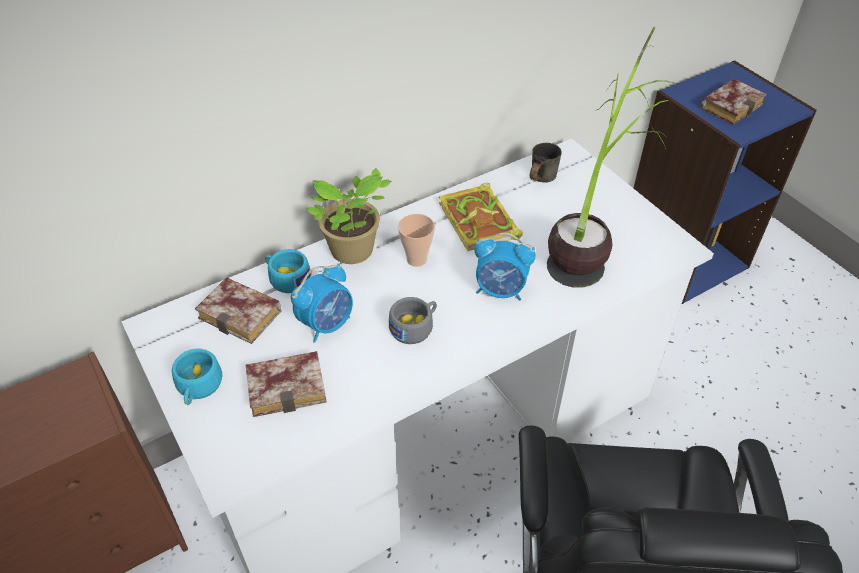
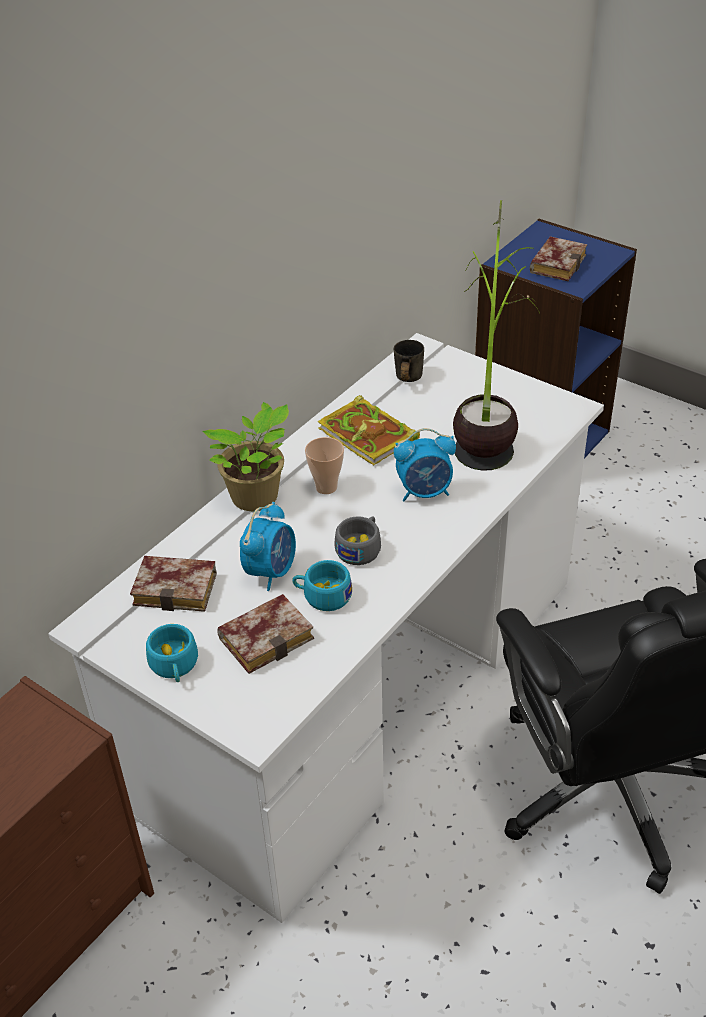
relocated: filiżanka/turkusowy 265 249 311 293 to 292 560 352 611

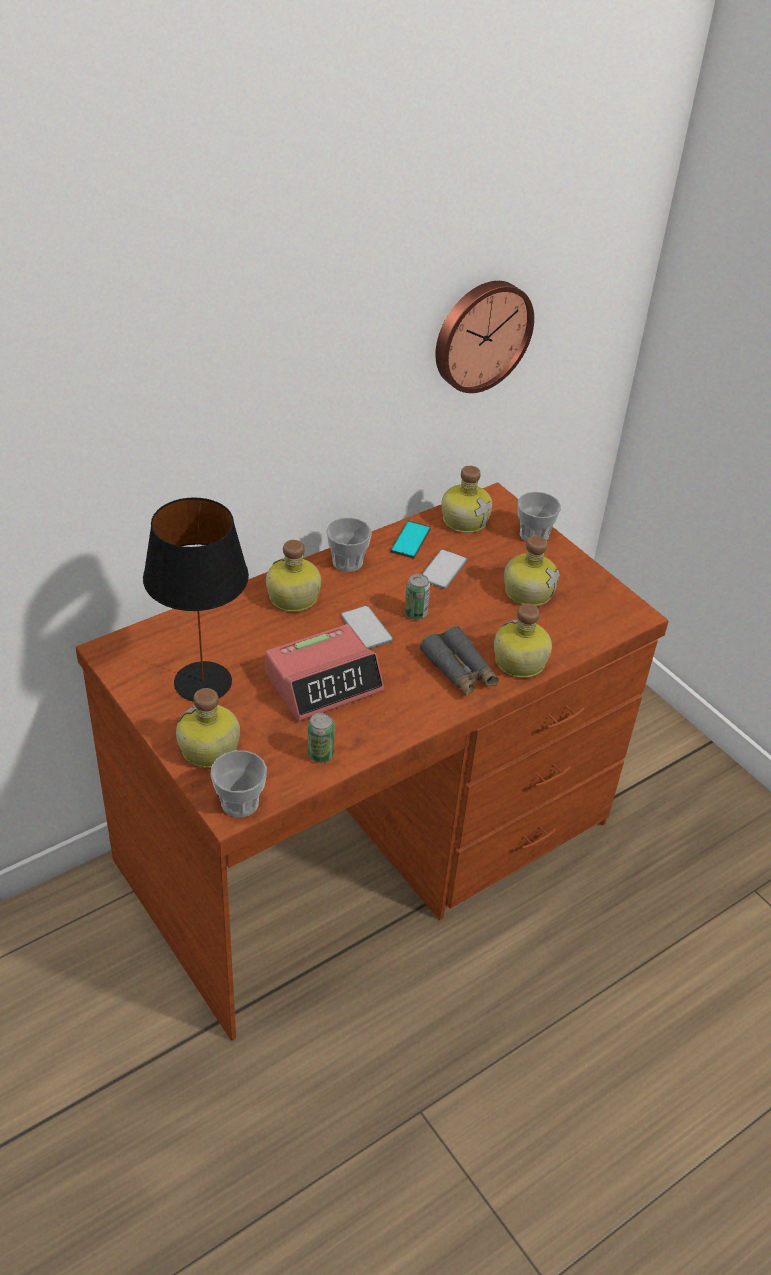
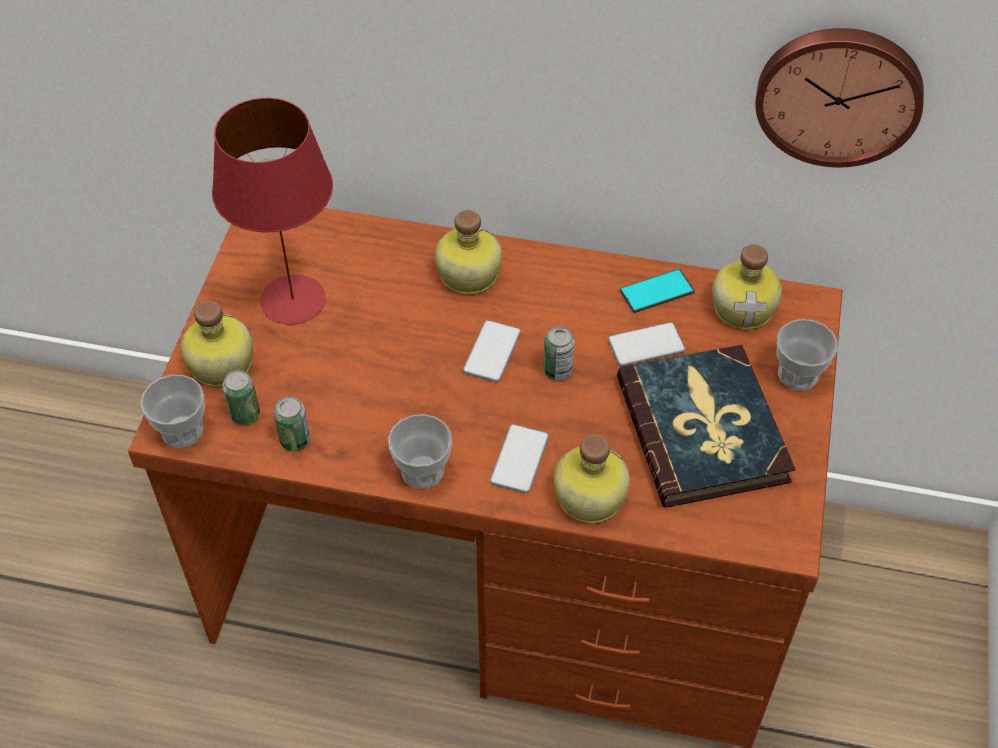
missing: budzik 265 624 384 721
appeared: puszka 222 370 260 425
relocated: filiżanka 326 517 372 572 to 388 414 452 489
exchanged: lornetka/szary 420 626 499 696 to telefon 490 424 549 493; butelka 504 536 560 606 to książka 617 345 795 508
colour: lampa stołowa/czarny 143 497 249 702 to lampa stołowa/czerwony 212 98 333 325

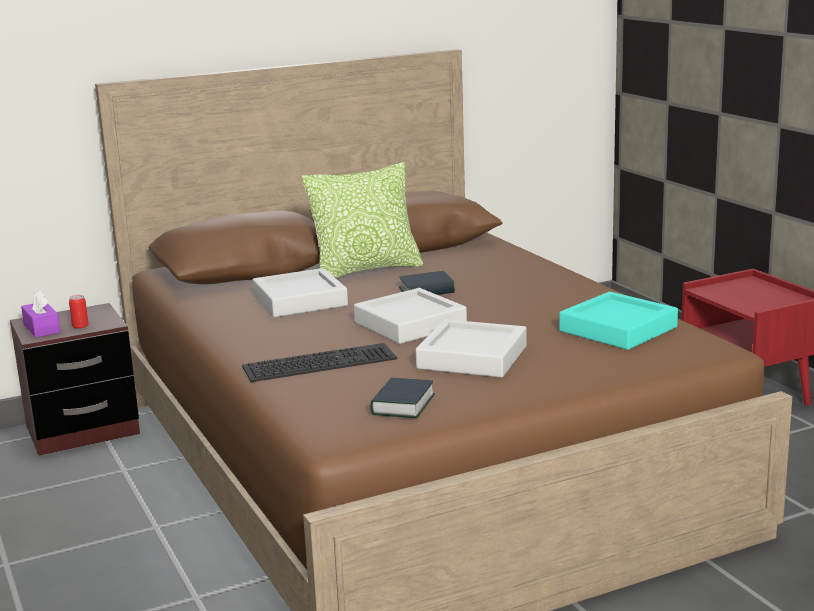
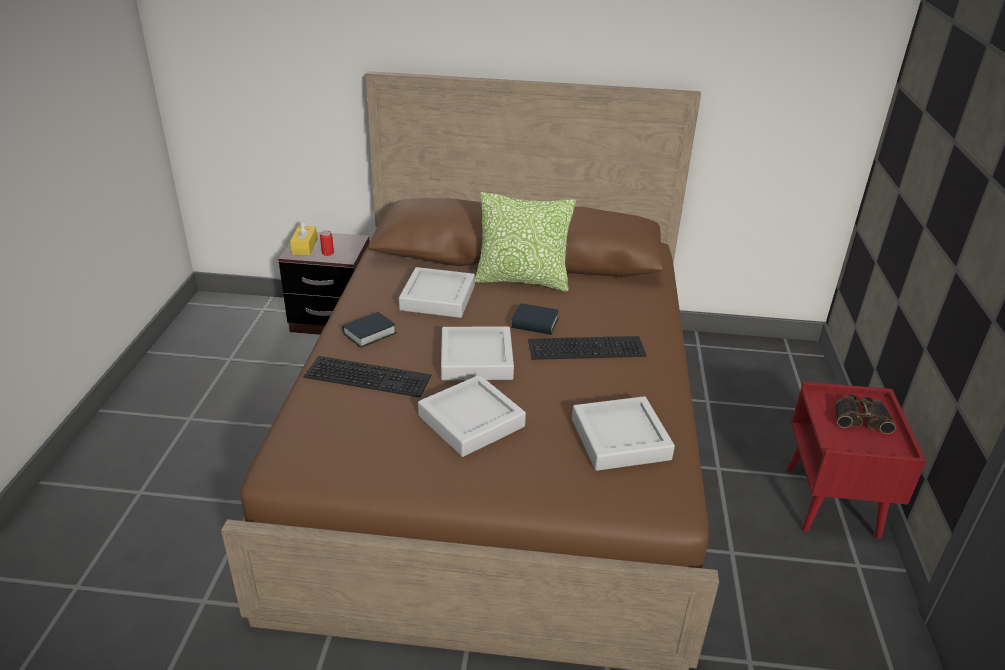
appeared: klawiatura 528 336 647 360; lornetka 835 395 896 434
relocated: książka 370 378 435 418 to 342 312 396 348
colour: pudełko chusteczek/fioletowy 21 290 60 338 to pudełko chusteczek/żółty 290 220 317 255; taca/turkusowy 559 292 678 350 to taca/szary 572 396 675 471

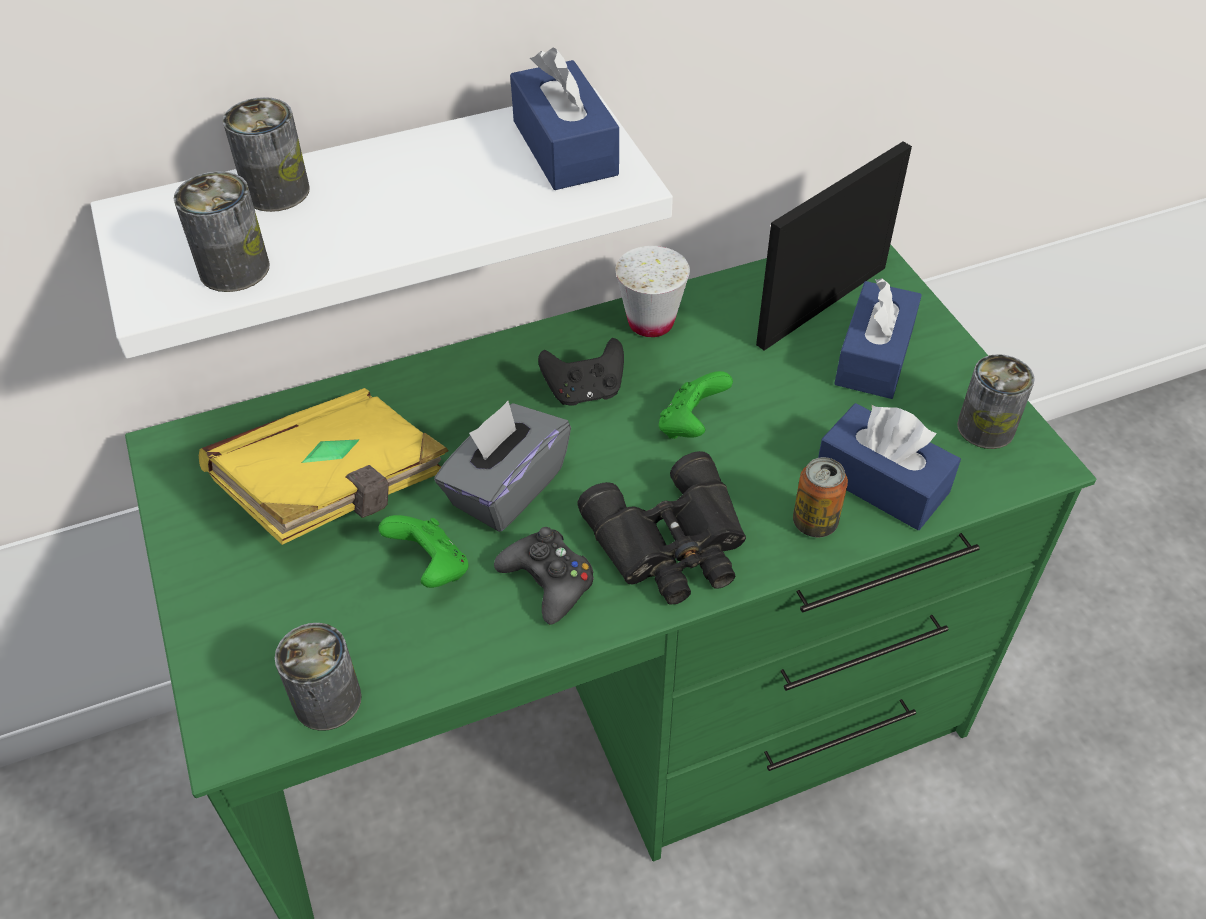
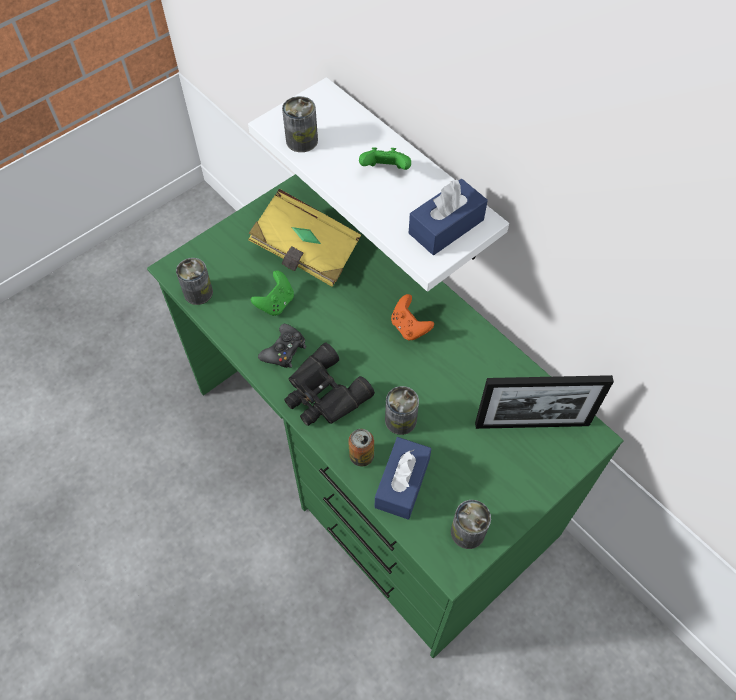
missing: pudełko chusteczek/szary 434 401 571 532; filiżanka/biały 616 246 690 337; pudełko chusteczek/niebieski 834 278 922 399
relocated: pad do gier/zielony 659 371 733 439 to 359 147 411 170; puszka 223 97 310 212 to 385 386 419 435
colour: pad do gier/czarny 538 338 624 406 to pad do gier/pomarańczowy 391 294 434 341
spun: ramka na zdjęcie 756 142 912 351 = 475 375 614 429 150 degrees clockwise

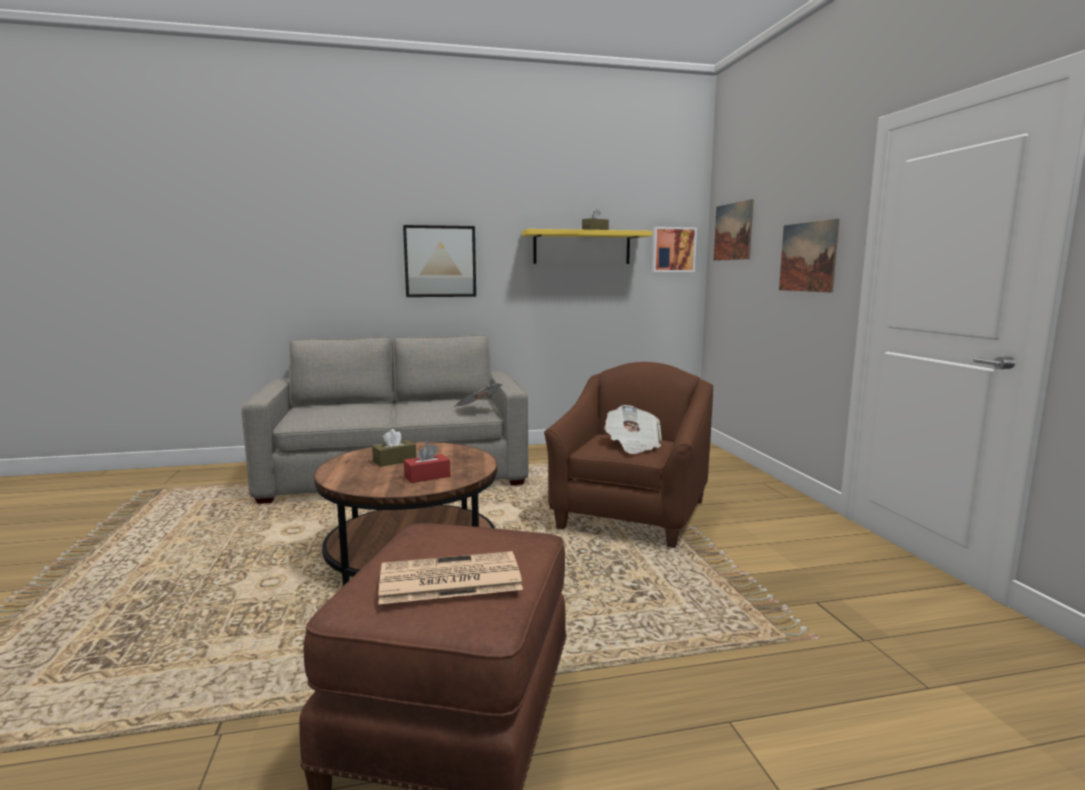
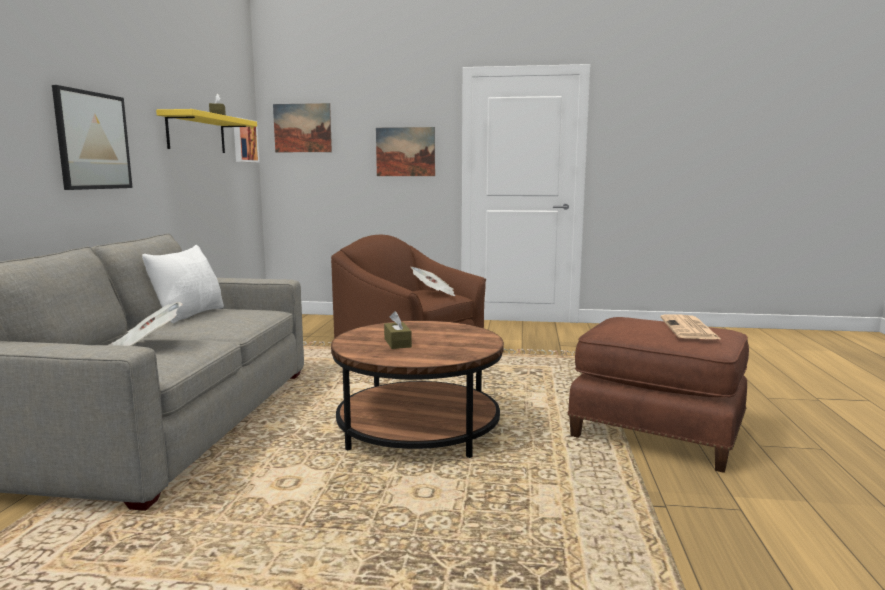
missing: pudełko chusteczek/czerwony 404 443 451 483
appeared: poduszka/biały 142 245 224 323
relocated: gazeta 454 383 503 407 to 109 302 183 346

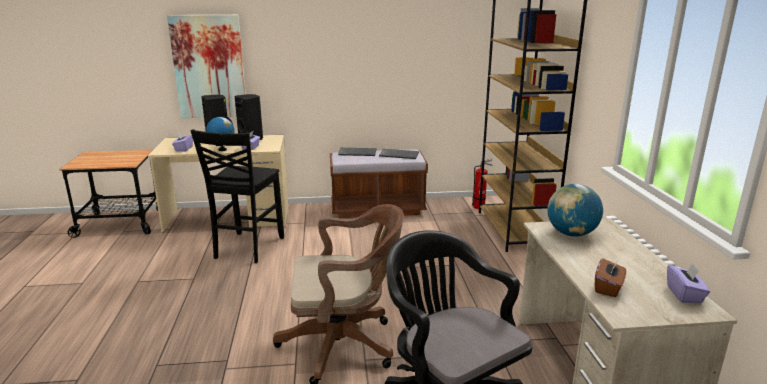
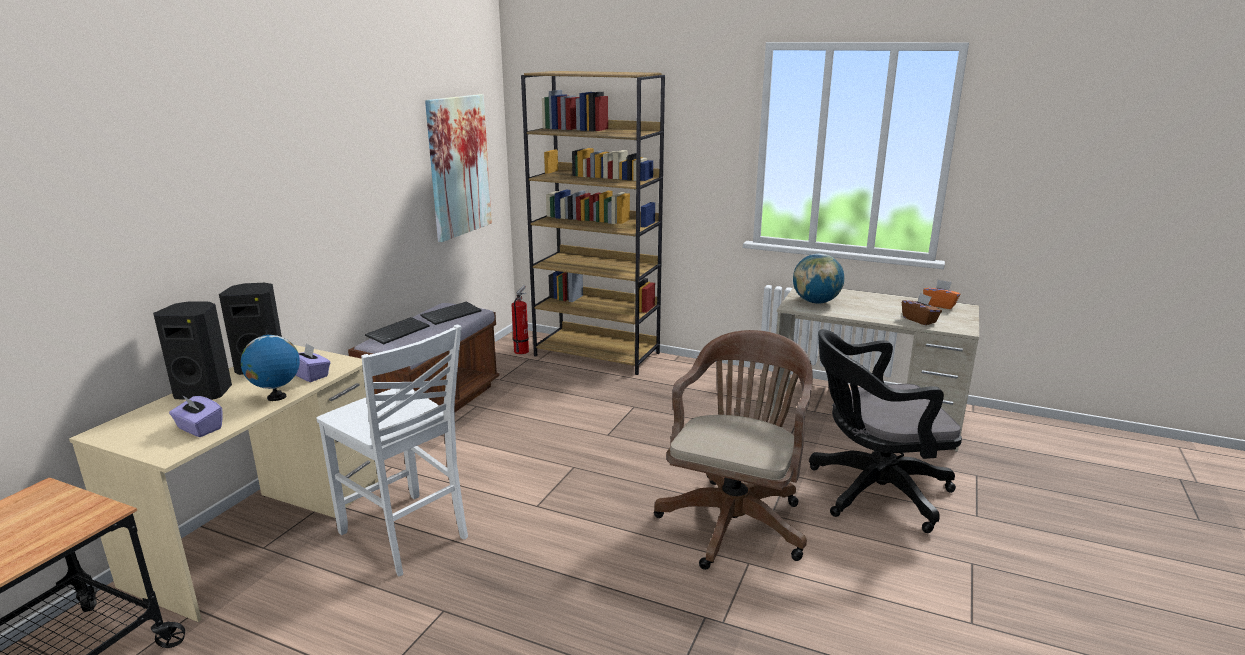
relocated: obraz 167 15 246 118 to 425 94 492 242
colour: krzesło/czarny 191 129 284 263 to krzesło/biały 316 324 468 576; pudełko chusteczek/fioletowy 667 263 710 303 to pudełko chusteczek/pomarańczowy 923 280 960 309

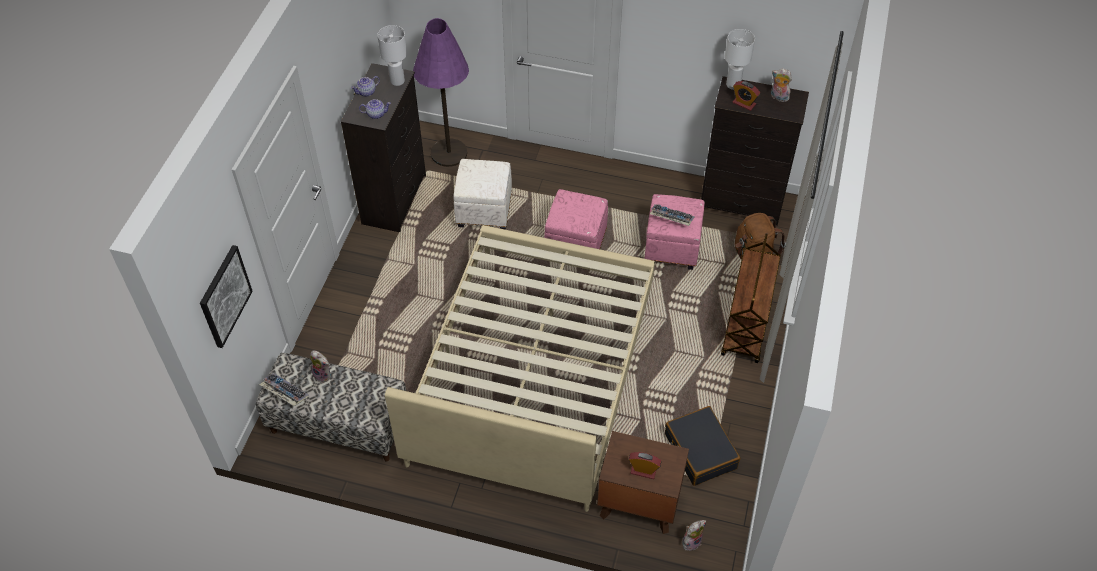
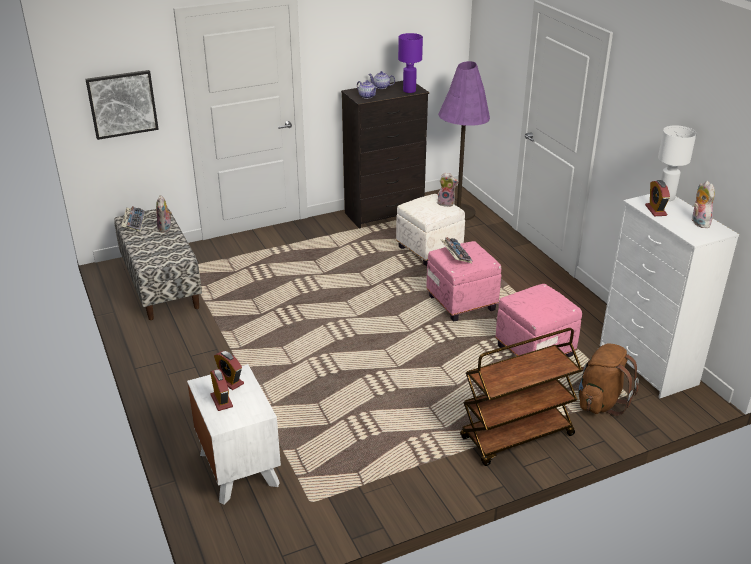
missing: łóżko/beżowy 385 225 655 512; walizka/czarny 665 406 740 486
appeared: budzik 214 351 244 390
relocated: pluszak 682 520 706 551 to 437 173 459 207; klawiatura 650 204 695 226 to 440 237 473 264
colour: szafka nocna/brązowy 597 431 689 534 to szafka nocna/biały 187 364 281 505; lampa stołowa/biały 377 25 407 86 to lampa stołowa/fioletowy 398 33 423 93; komoda/czarny 701 76 809 226 to komoda/biały 600 194 740 398

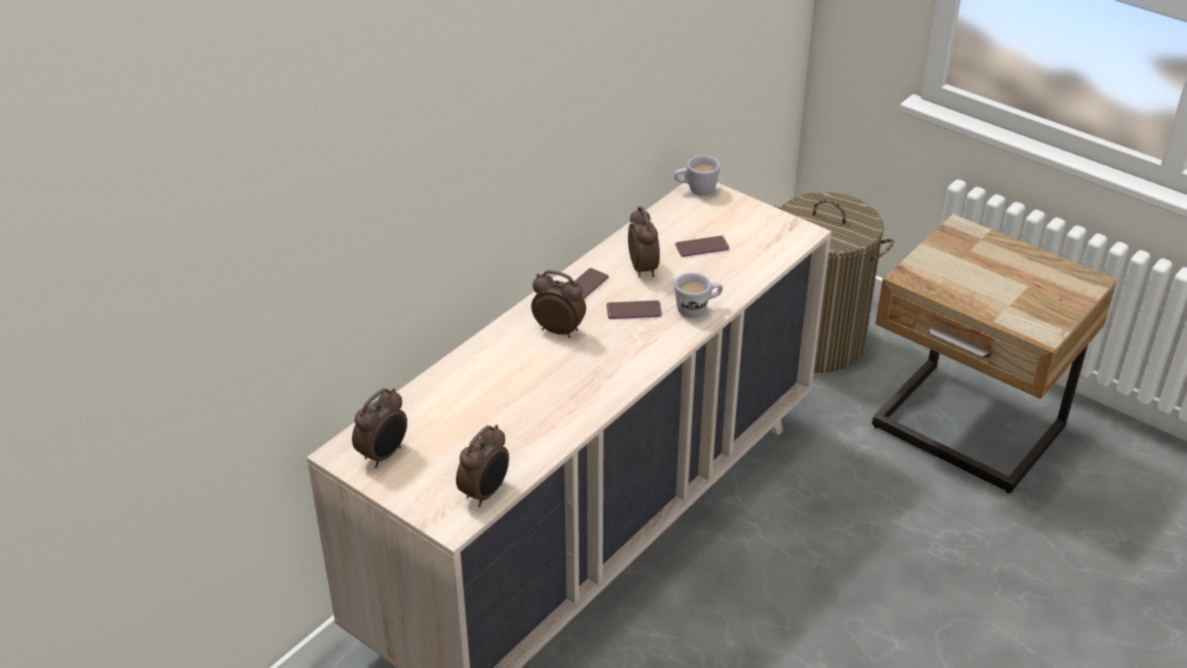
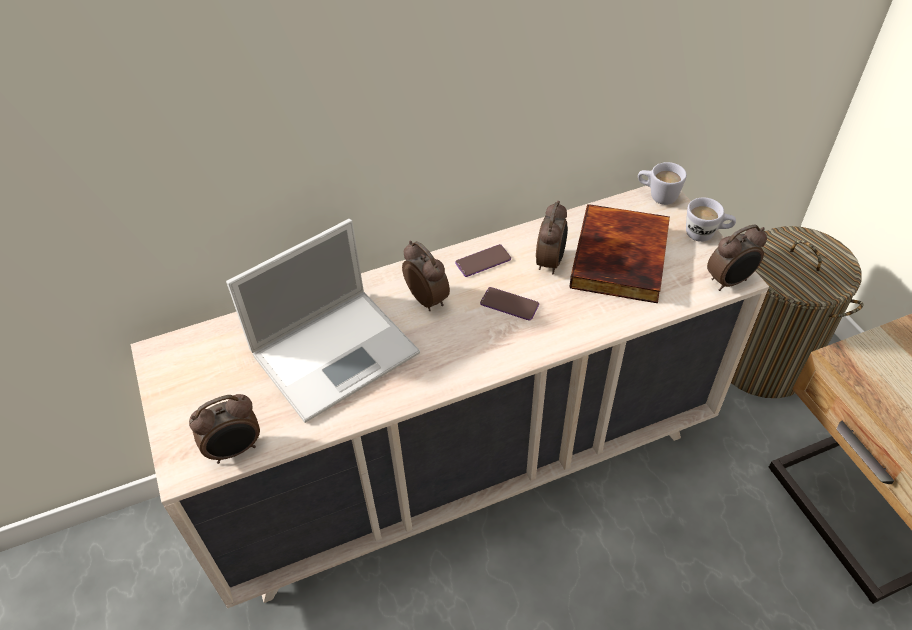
appeared: laptop 226 219 420 423
relocated: kubek/biały 674 273 723 318 to 686 197 736 242; budzik 352 388 407 468 to 707 224 767 291
exchanged: telefon 675 236 729 257 to książka 569 204 670 303

